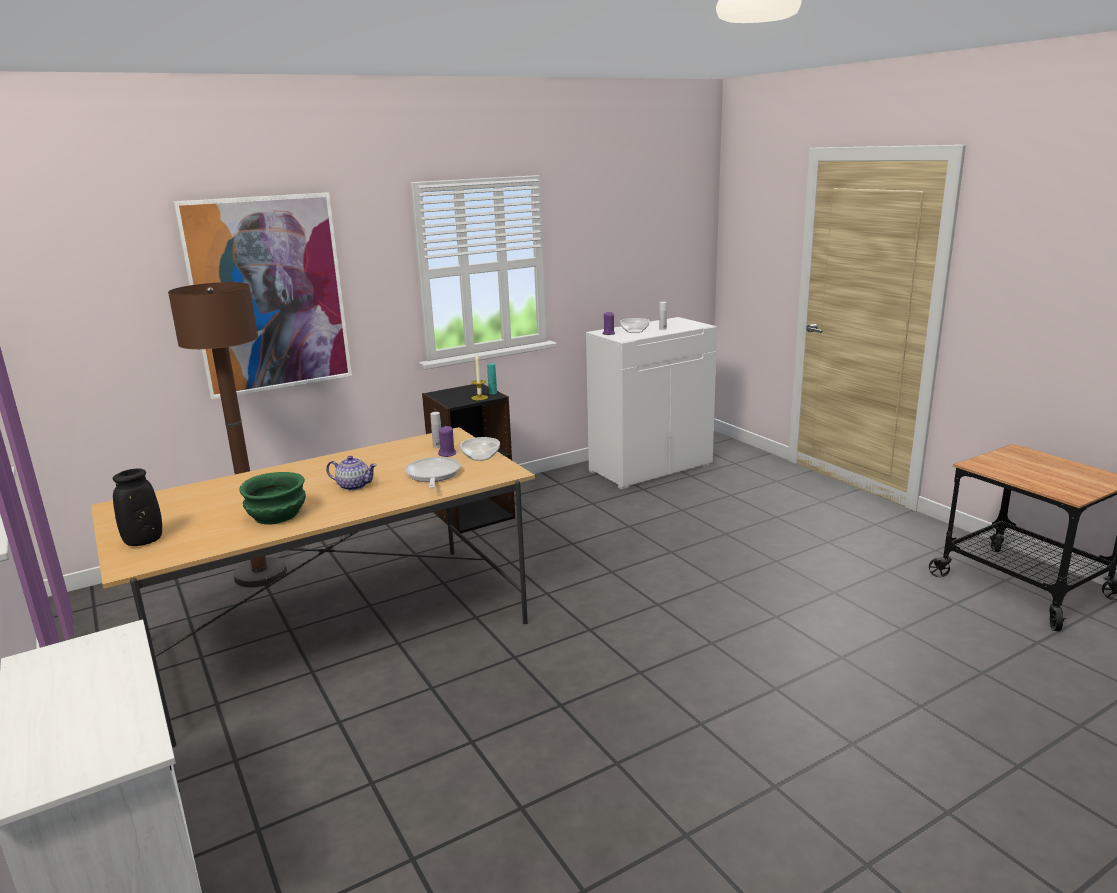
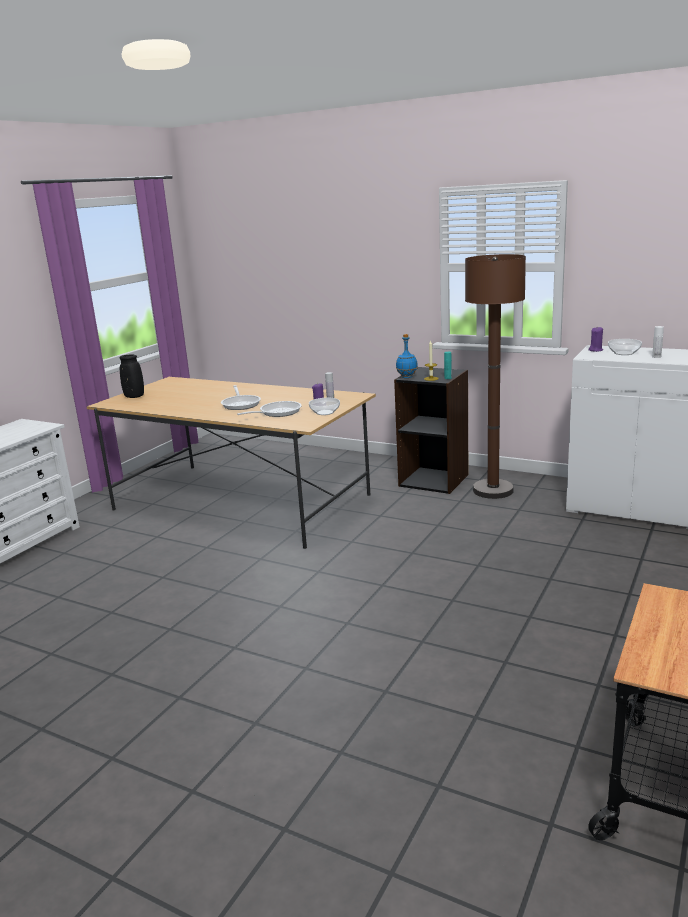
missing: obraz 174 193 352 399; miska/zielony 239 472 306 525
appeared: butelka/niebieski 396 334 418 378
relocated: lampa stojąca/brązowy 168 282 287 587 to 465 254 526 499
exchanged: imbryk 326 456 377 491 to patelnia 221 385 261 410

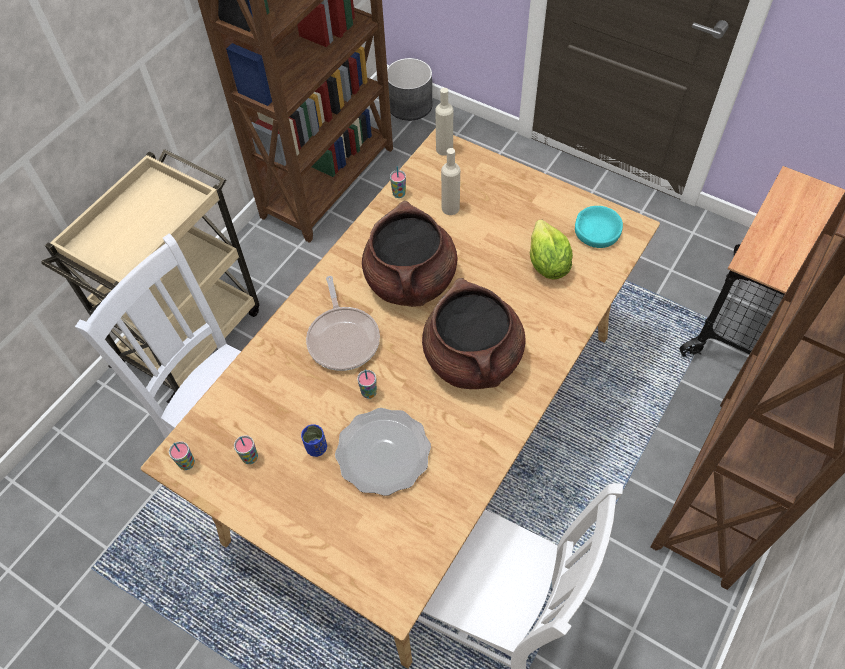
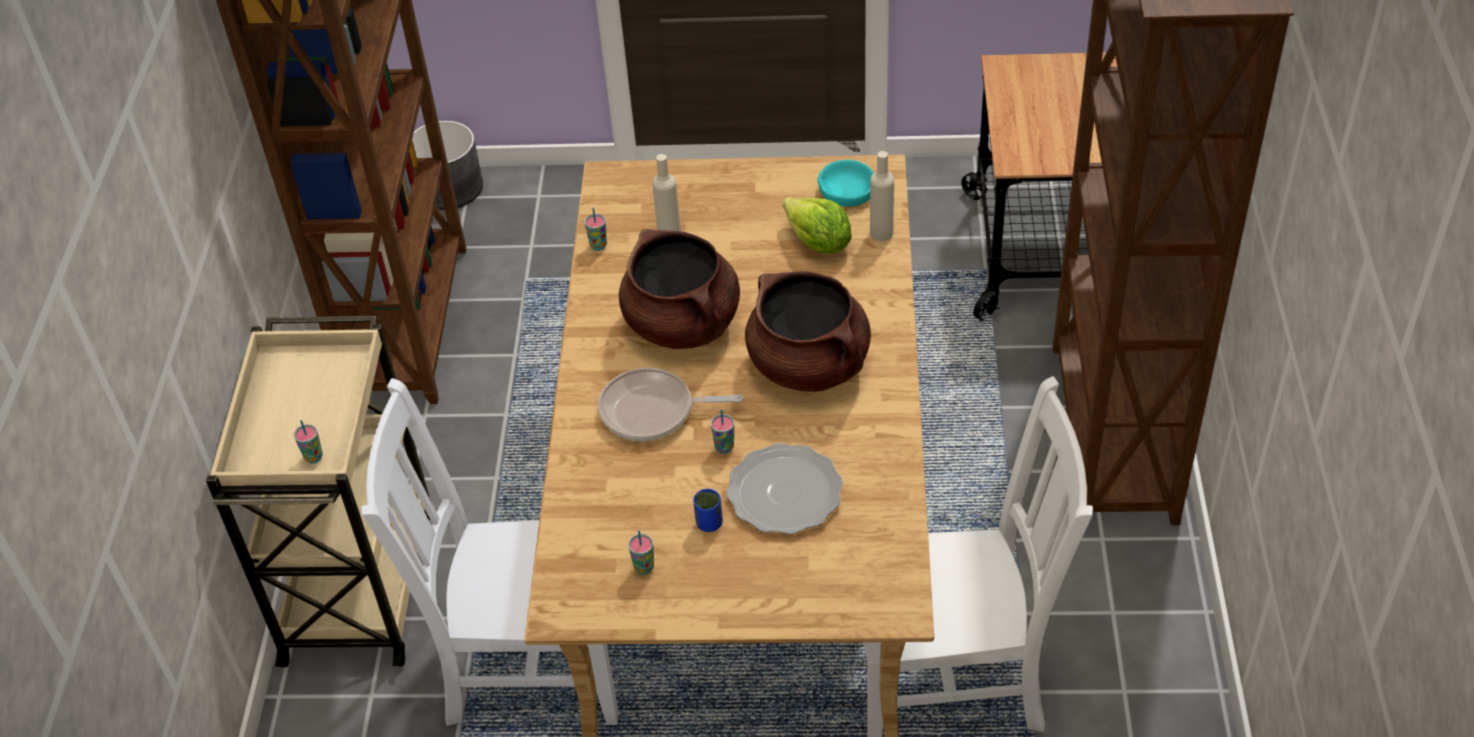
relocated: filiżanka 169 441 195 470 to 294 420 323 464; butelka/beżowy 435 88 453 156 to 870 151 894 241
spun: patelnia 306 276 380 371 = 598 368 743 441 135 degrees clockwise

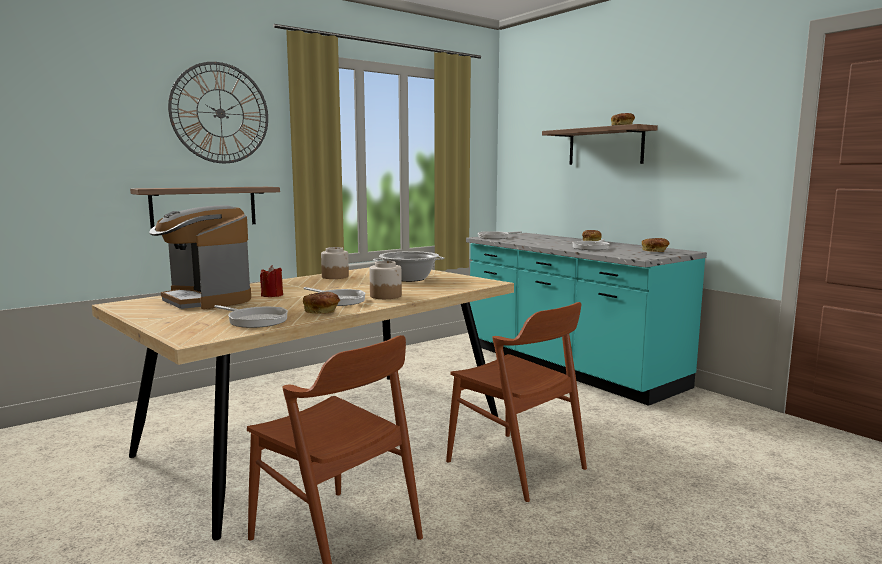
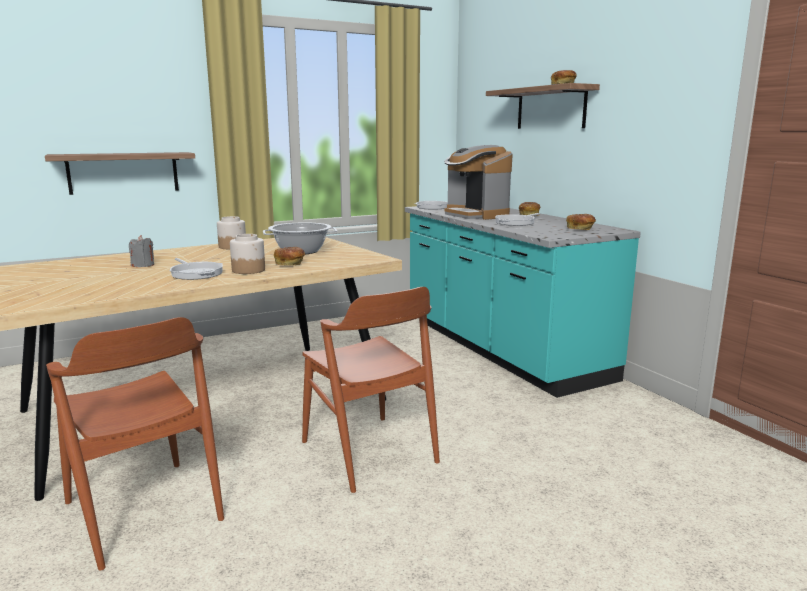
missing: zegar ścienny 168 62 268 163; patelnia 214 305 288 328
relocated: chleb 303 292 340 314 to 274 247 305 266; ekspres do kawy 149 205 251 309 to 444 145 513 220
colour: świeca/czerwony 260 265 283 297 to świeca/szary 129 235 154 267

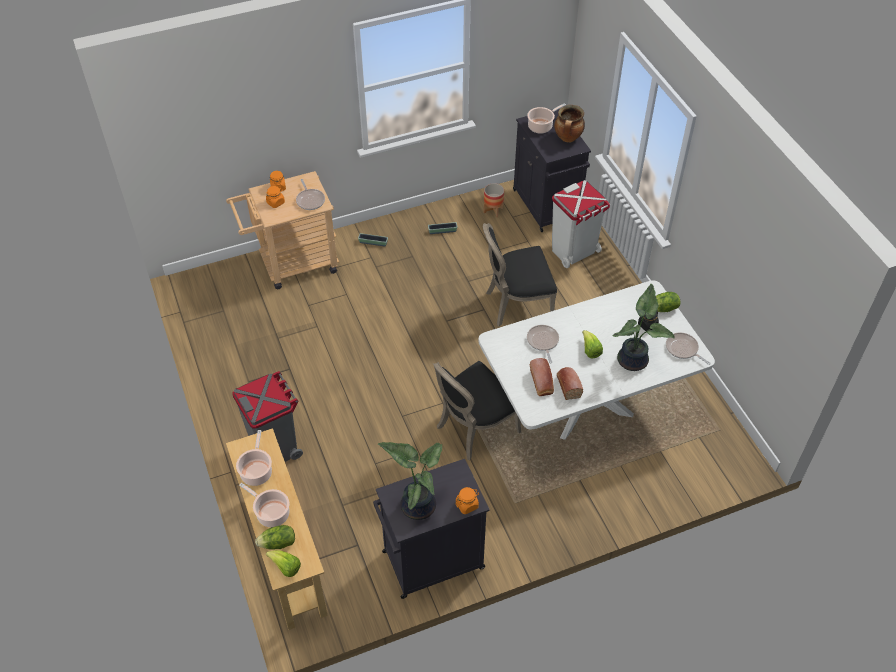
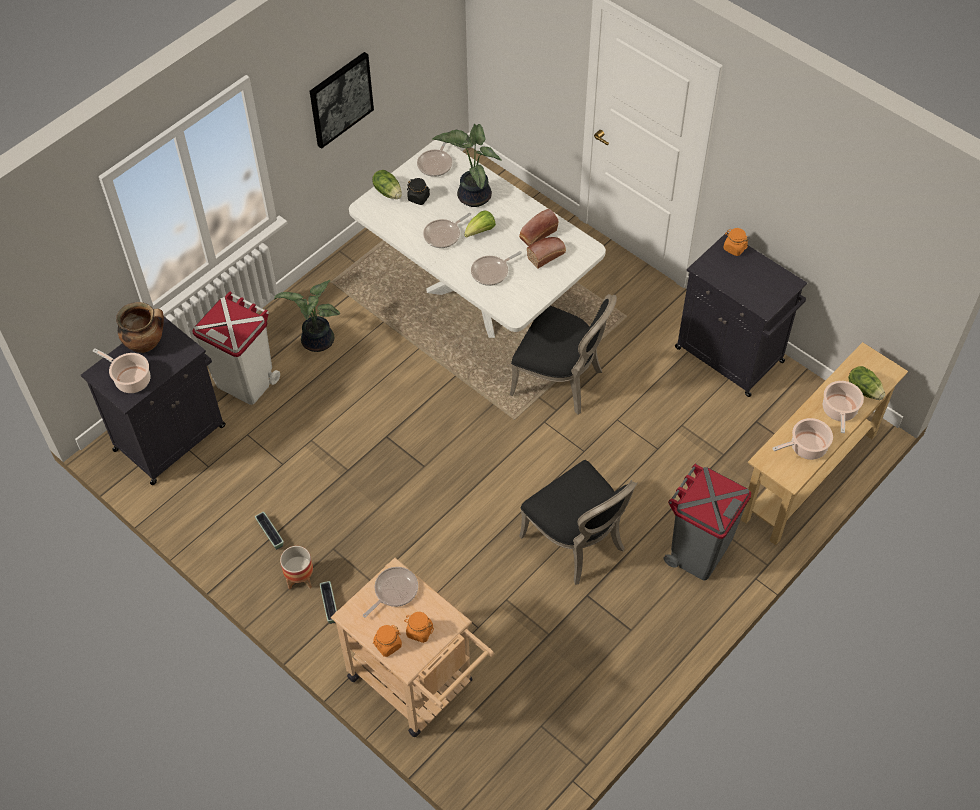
missing: sałata 266 550 301 577
appeared: obraz 310 52 374 149; patelnia 423 213 471 248
relocated: roślina doniczkowa 378 442 442 520 to 274 280 340 352; donica 484 183 504 217 to 280 546 313 589; krzesło/czarny 483 223 557 326 to 519 460 638 585

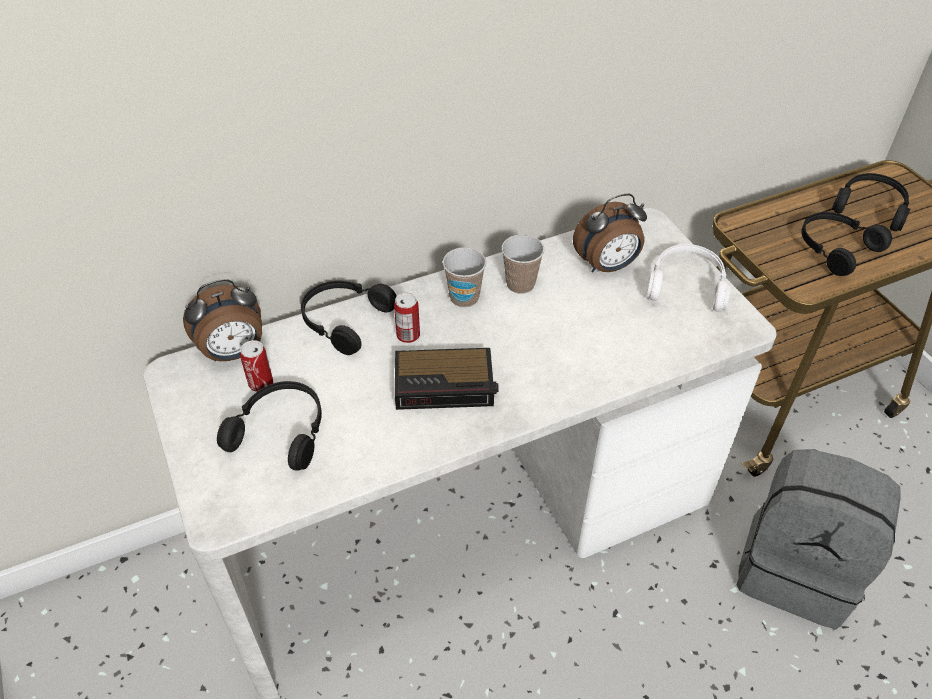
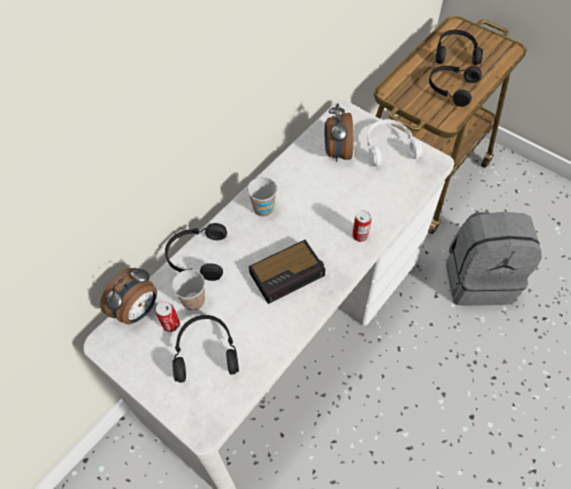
relocated: filiżanka 501 234 544 294 to 172 270 205 311; puszka 394 293 420 343 to 352 210 371 242
spun: budzik 573 194 647 273 = 325 103 354 162 135 degrees clockwise

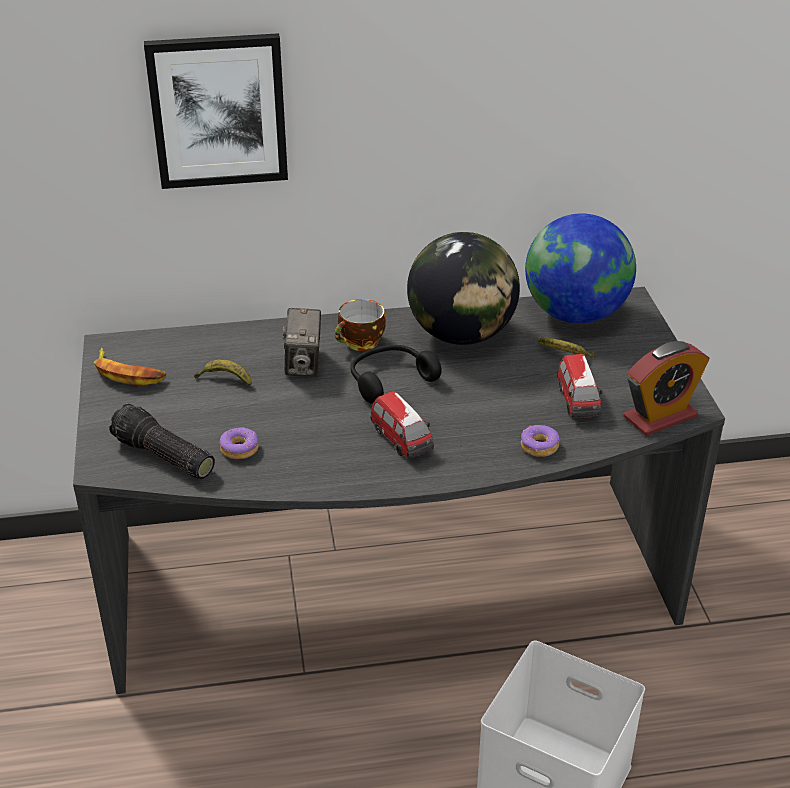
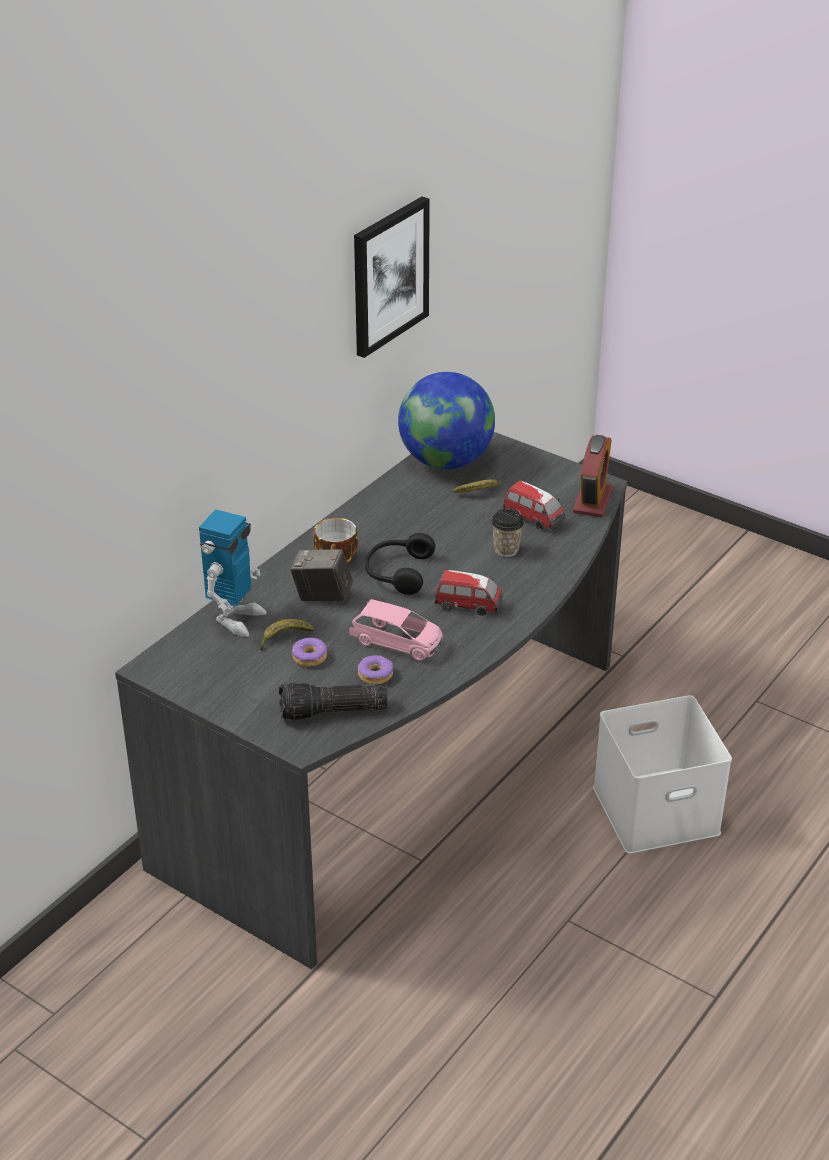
missing: banan 94 348 166 385; globus 407 232 520 345
appeared: robot zabawkowy 199 509 267 637; samochodzik/różowy 349 599 443 661; filiżanka 491 509 524 557
relocated: donut 521 425 559 457 to 292 638 327 667; obraz 144 33 288 189 to 354 197 430 358
spun: aparat fotograficzny 282 308 321 376 = 290 548 353 601 150 degrees clockwise

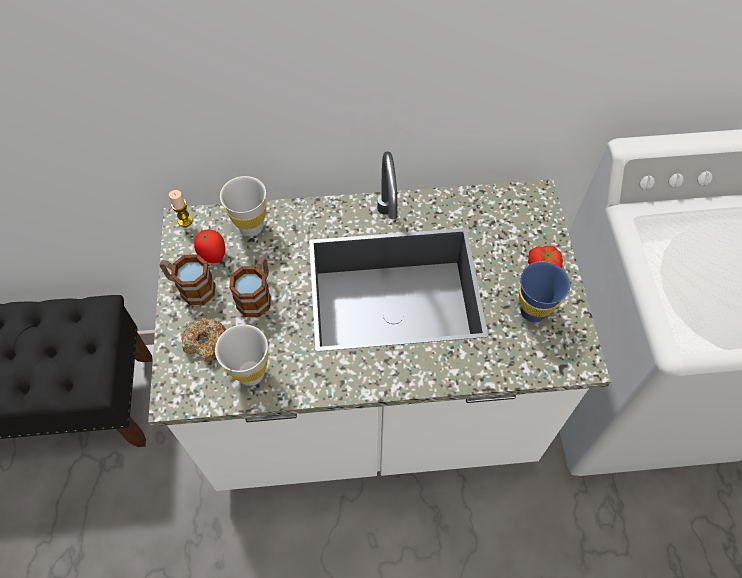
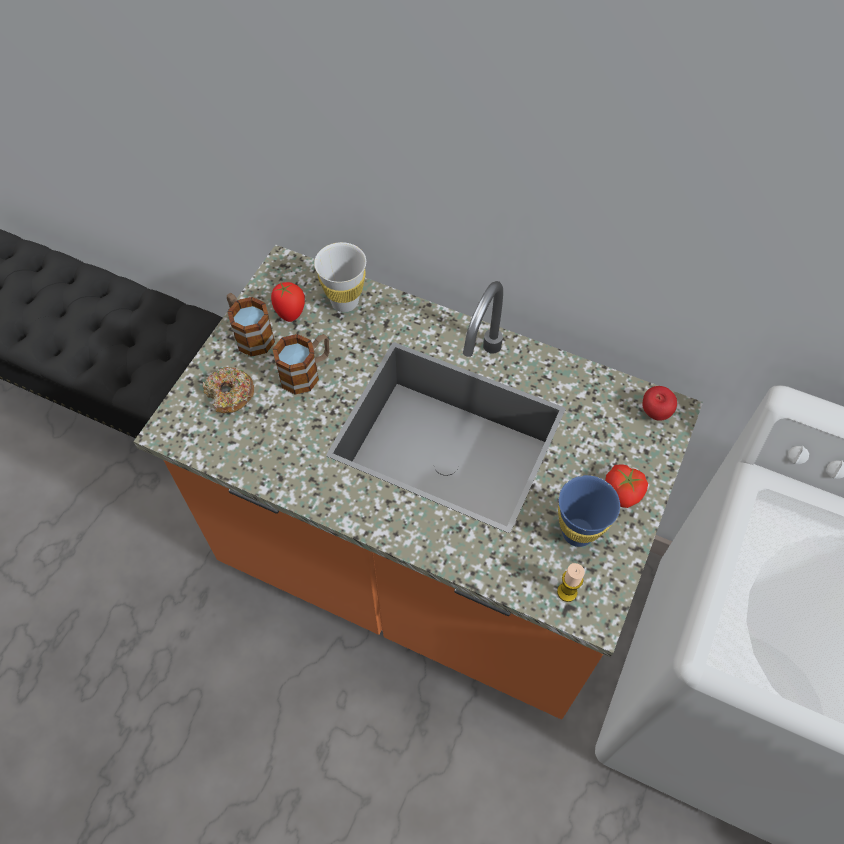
missing: filiżanka/biały 215 324 268 386
appeared: jabłko 643 386 677 421
relocated: świeca 169 190 193 227 to 557 563 585 602
colour: zabudowa kuchenna/biały 148 151 611 491 to zabudowa kuchenna/pomarańczowy 133 245 703 719

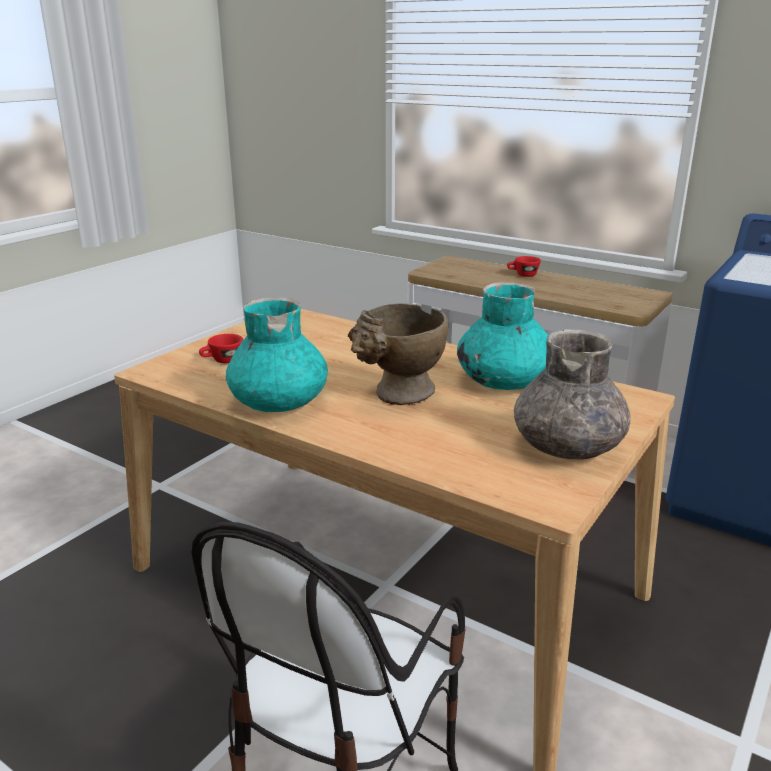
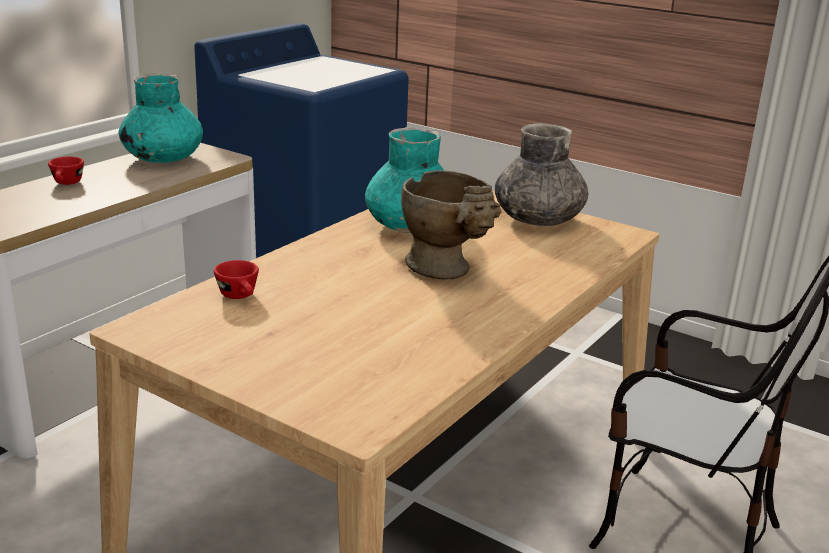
relocated: wazon/turkusowy 226 298 328 412 to 119 74 203 163; filiżanka/czerwony 199 334 243 363 to 214 260 259 299

